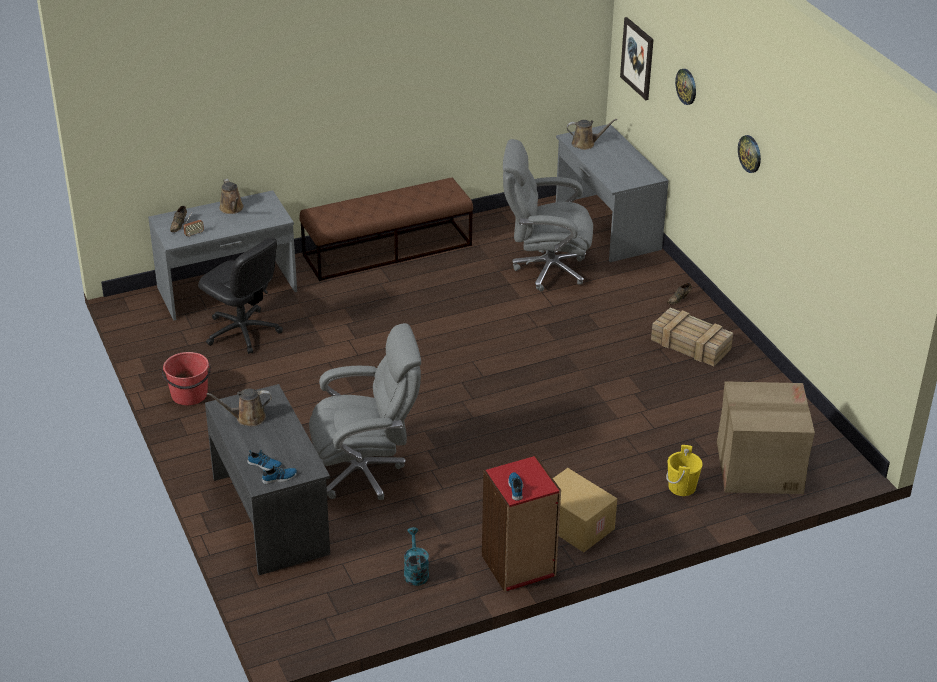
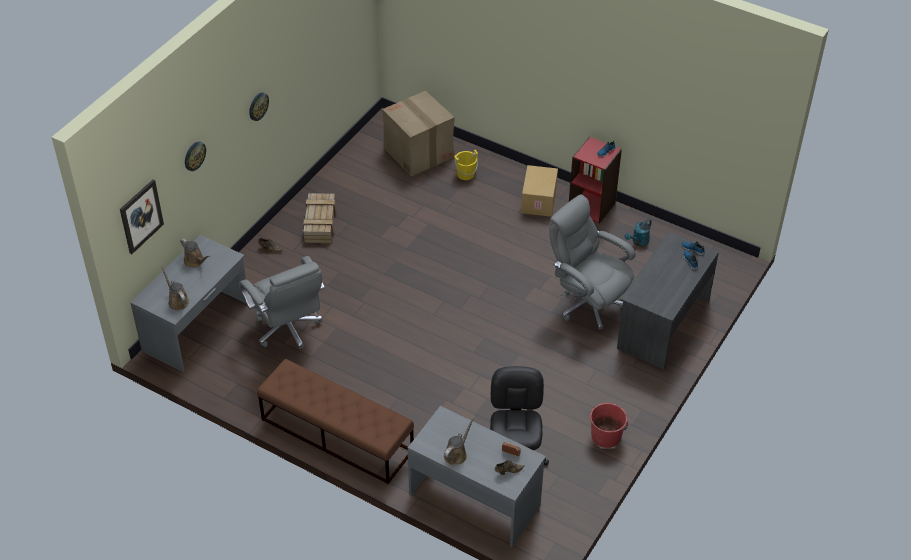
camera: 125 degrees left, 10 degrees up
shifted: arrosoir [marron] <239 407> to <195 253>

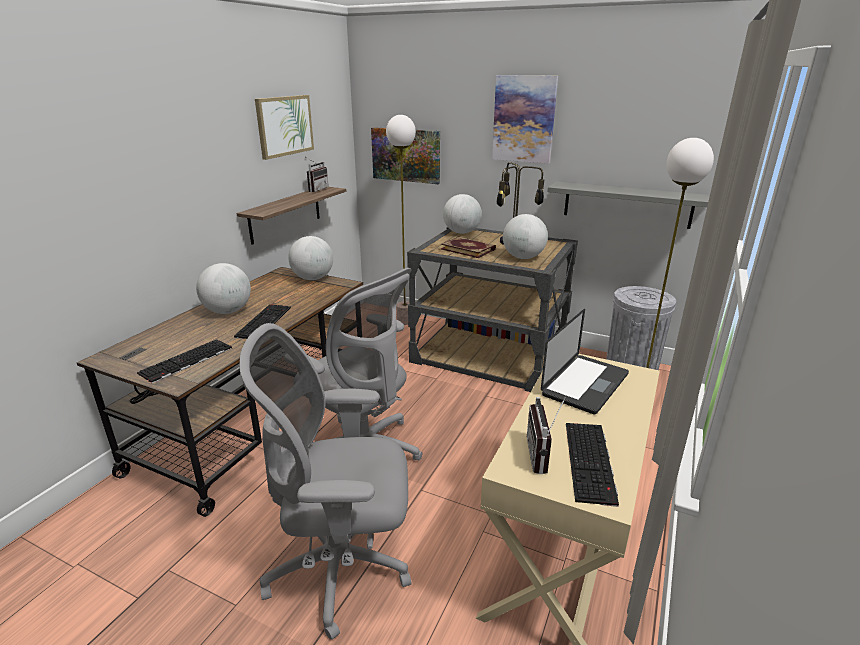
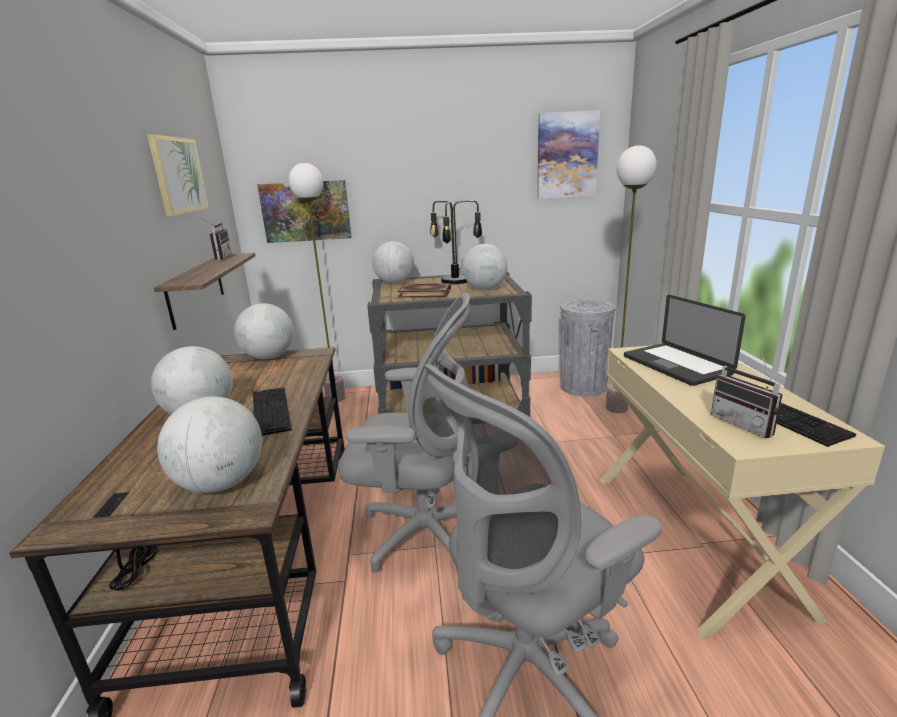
camera: 30 degrees left, 5 degrees down
gone: étagère [gris] <629 205>
shifted: tableau <525 119> to <568 154>
swapped: clavier <184 361> to globe <209 445>
rotated: ordinateur portable <585 361> = <685 340> 150 degrees clockwise

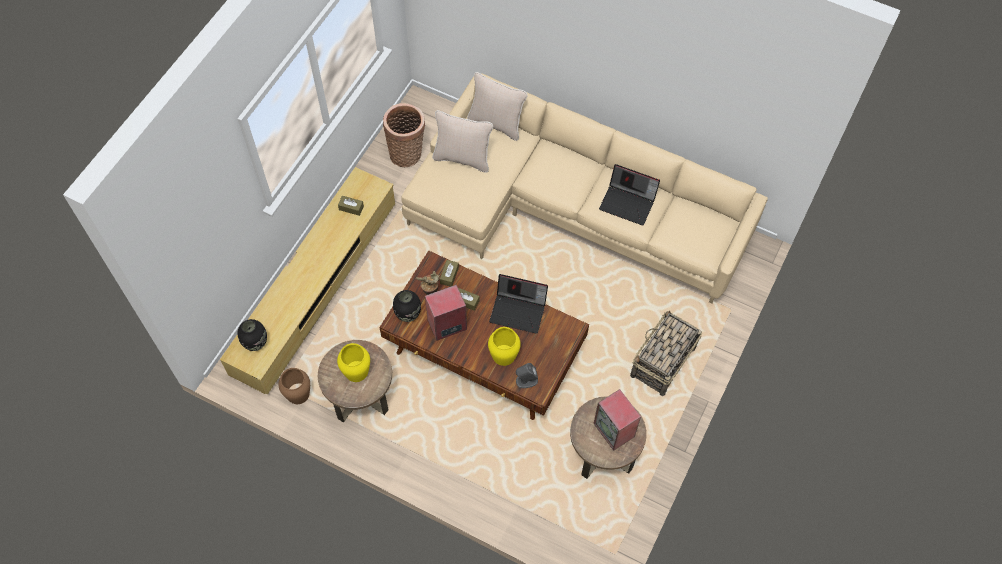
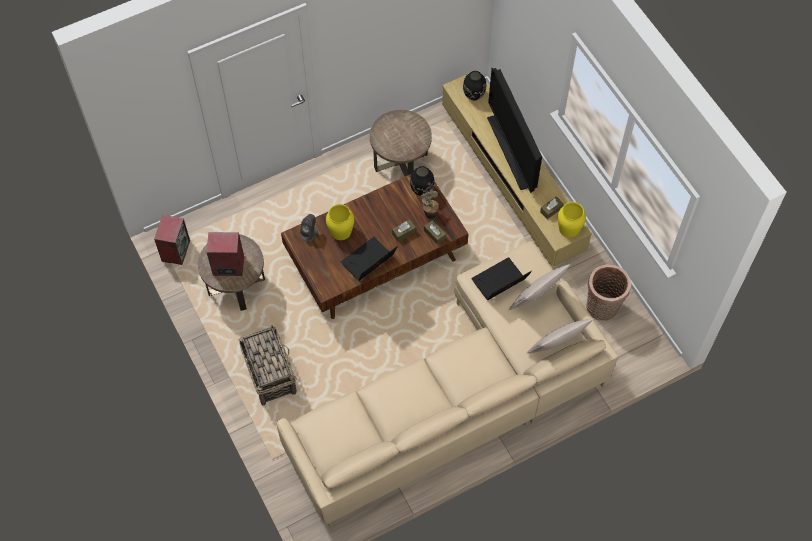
camera: 125 degrees right, 0 degrees up
gone: vase [marron] <294 386>
new: téléviseur <514 130>
shifted: vase [jaune] <353 362> to <572 220>; enceinte <446 313> to <172 240>; ordinateur portable <629 194> to <501 278>

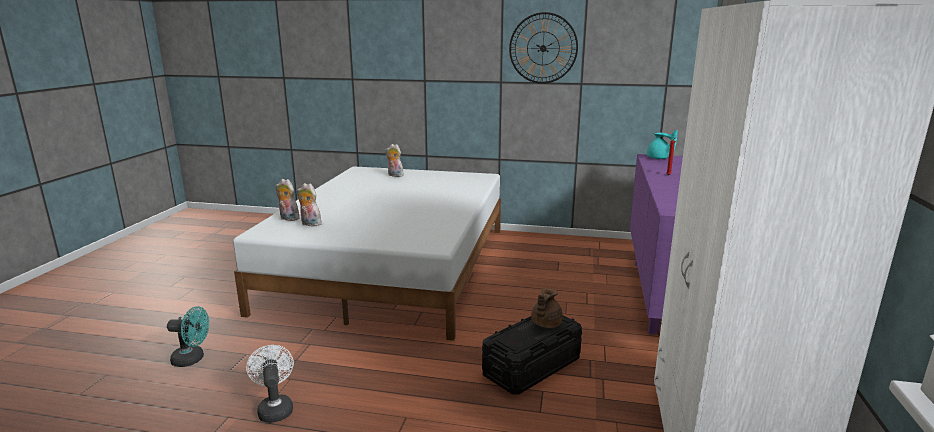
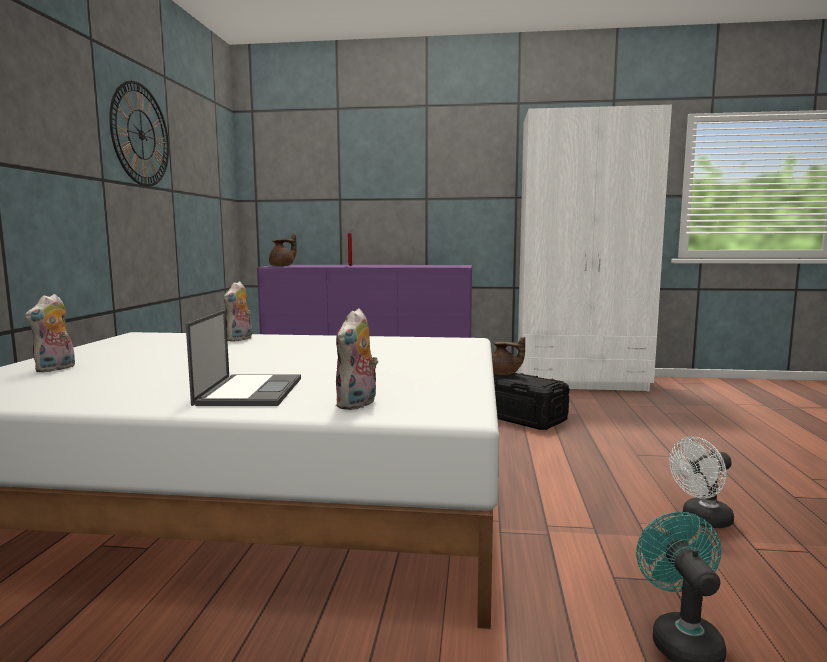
camera: 95 degrees left, 10 degrees down
new: ordinateur portable <243 358>
shifted: peluche <309 204> to <238 311>
repainted: théière [turquoise] <662 144> to théière [marron] <283 250>

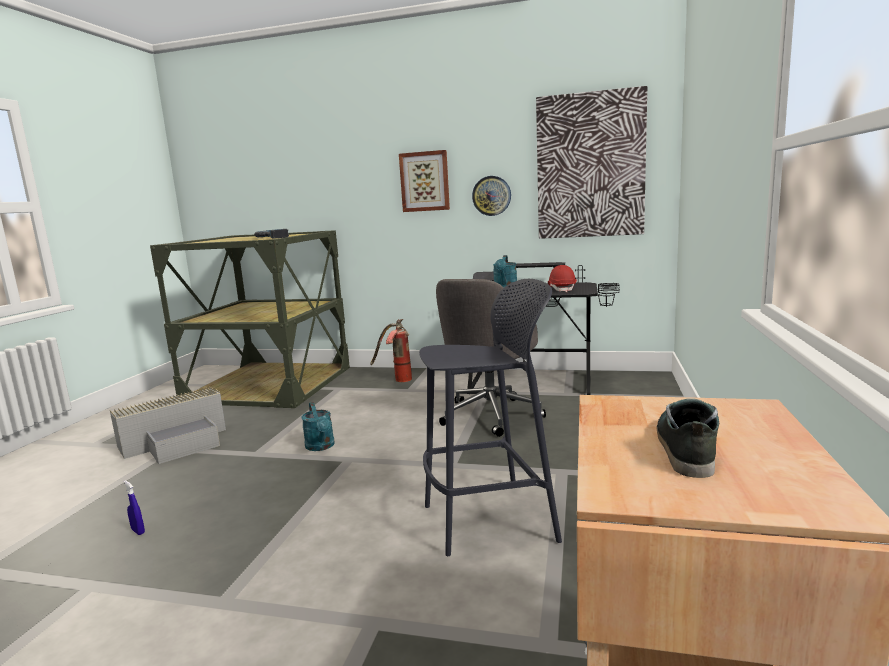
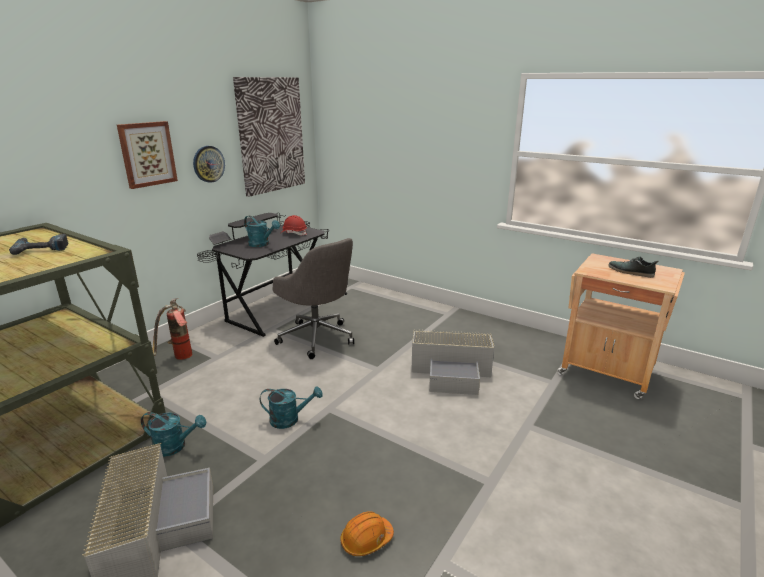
camera: 70 degrees left, 10 degrees up
new: arrosoir [turquoise] <173 434>
swapped: vaporisateur [bleu] <134 507> to casque de chantier [orange] <367 533>; tabouret [gris] <490 417> to boîte de rangement [gris] <452 362>

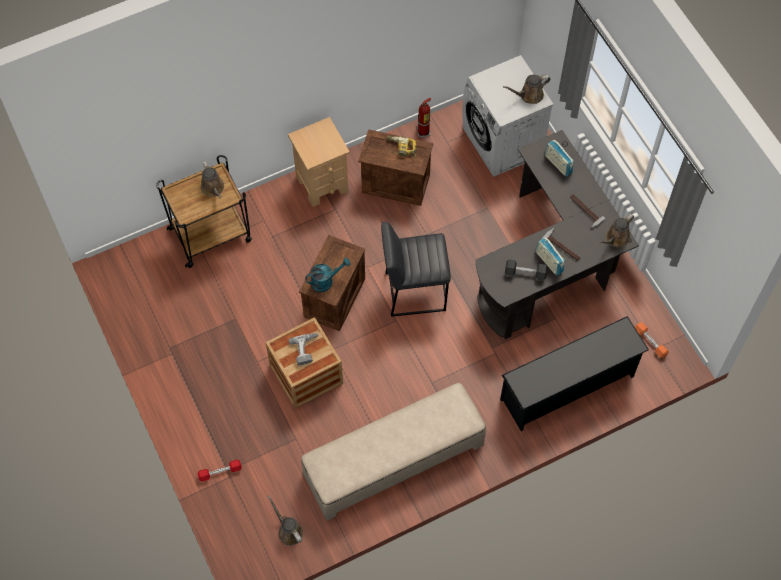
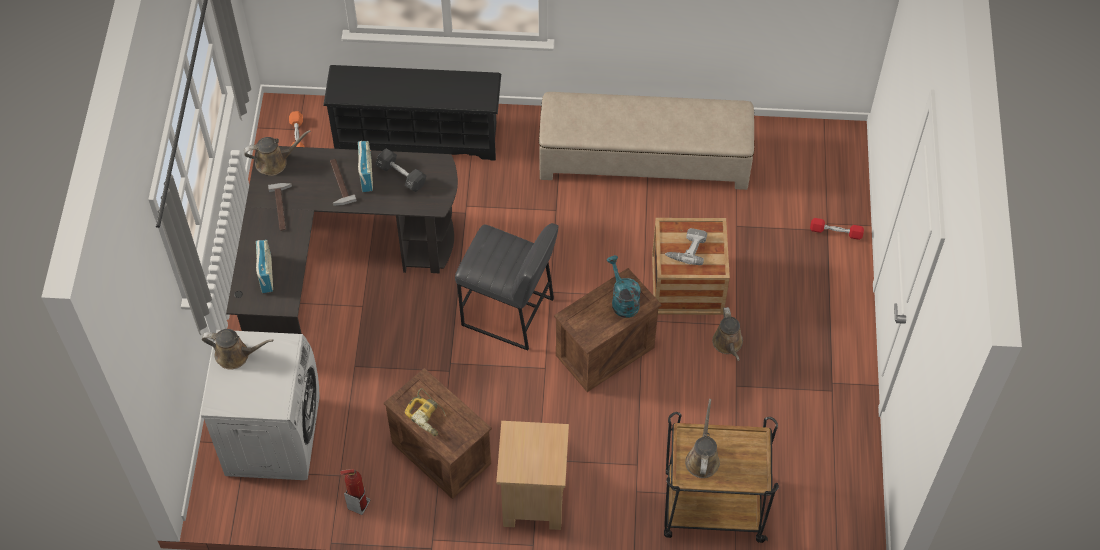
camera: 150 degrees left, 5 degrees down
shifted: arrosoir [marron] <285 520> to <727 334>
rotated: arrosoir [turquoise] <328 275> = <624 286> 60 degrees clockwise

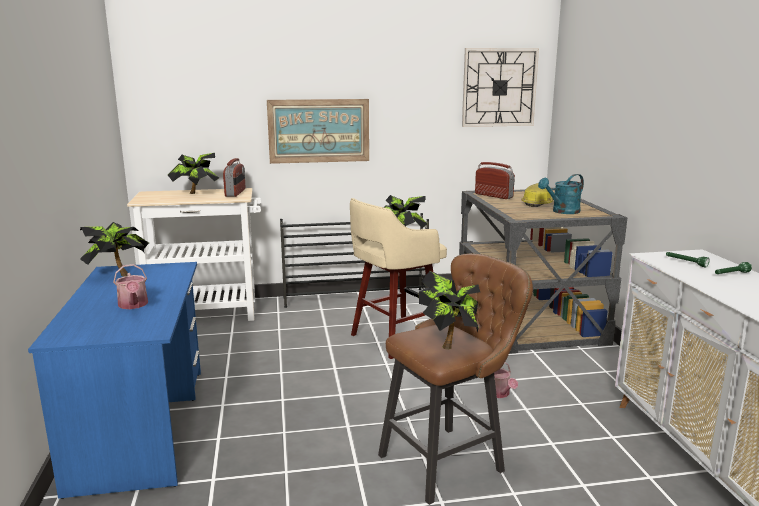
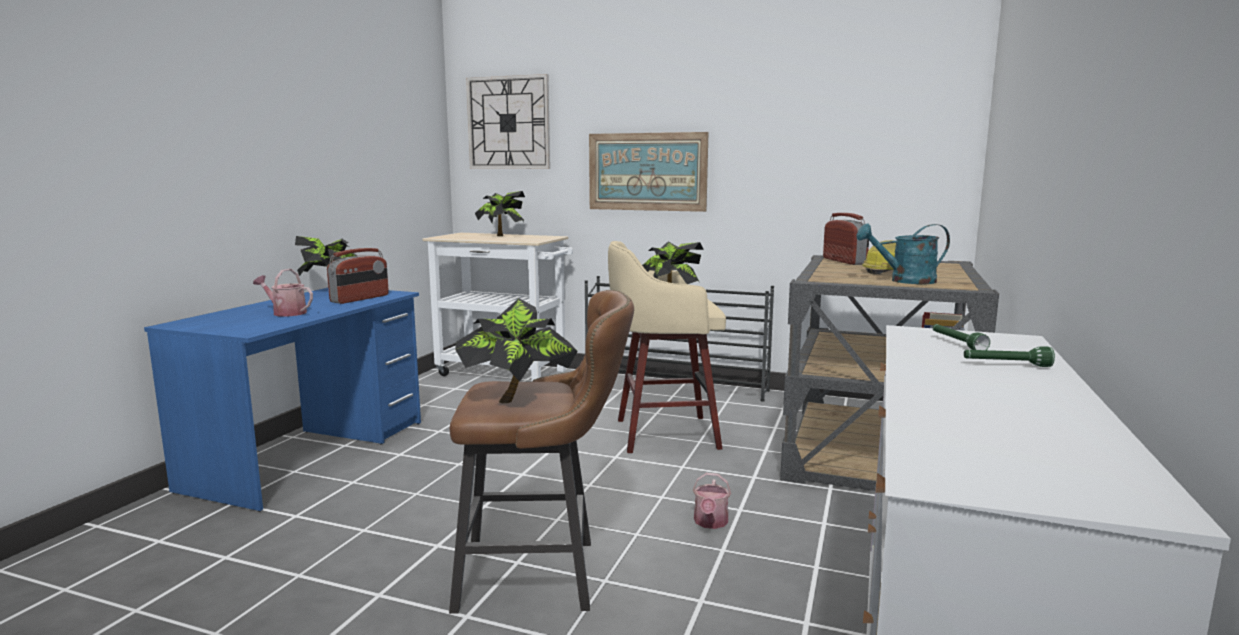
camera: 30 degrees right, 5 degrees down
shifted: radio <234 177> to <358 276>; horloge murale <500 87> to <508 121>
rotated: arrosoir <130 286> = <283 293> 105 degrees clockwise

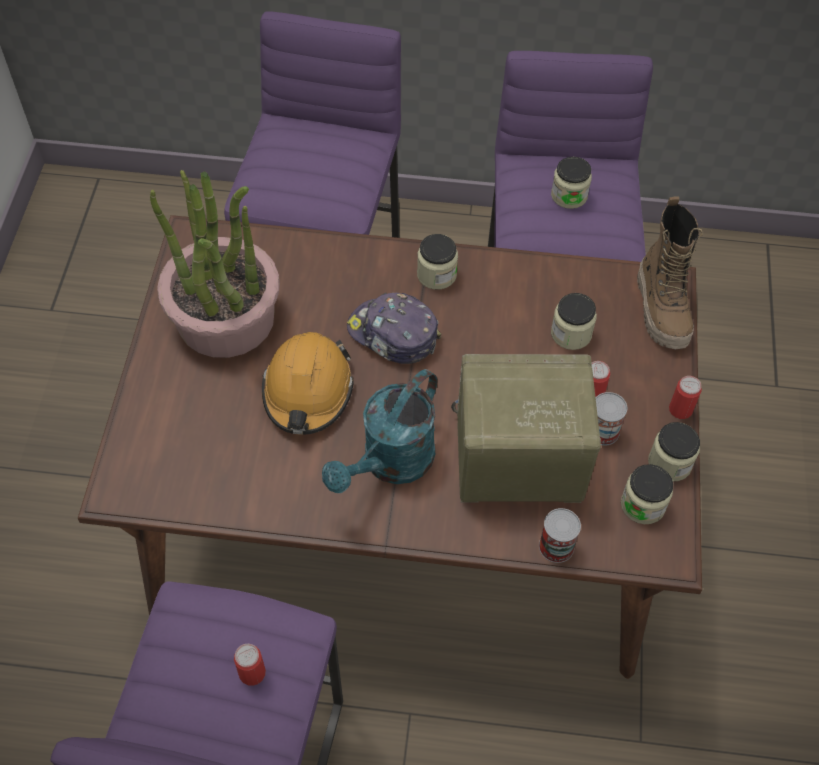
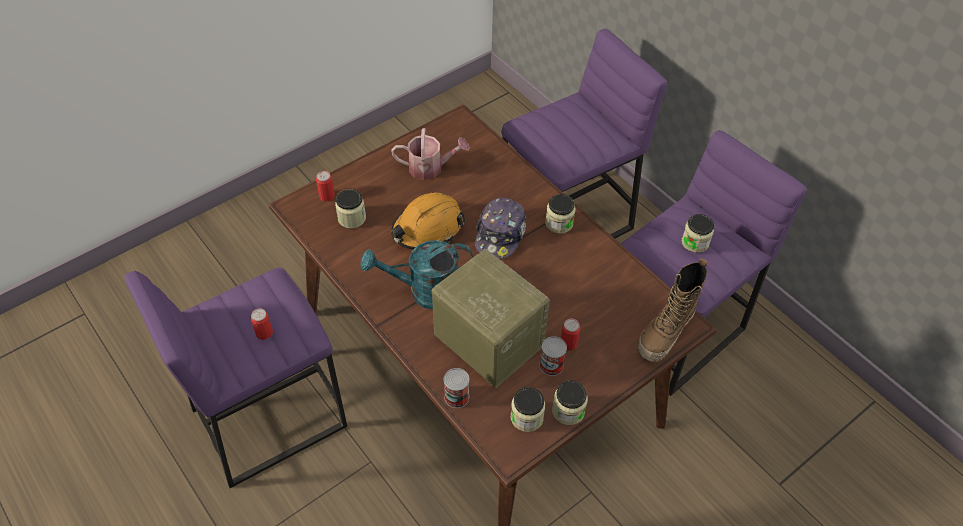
camera: 45 degrees right, 5 degrees down
shifted: bocal <574 321> to <350 208>; boîte métallique <685 397> to <325 186>
swapped: plante en pot <215 264> to arrosoir <430 154>
rotated: casquette <394 328> = <501 229> 150 degrees counterclockwise

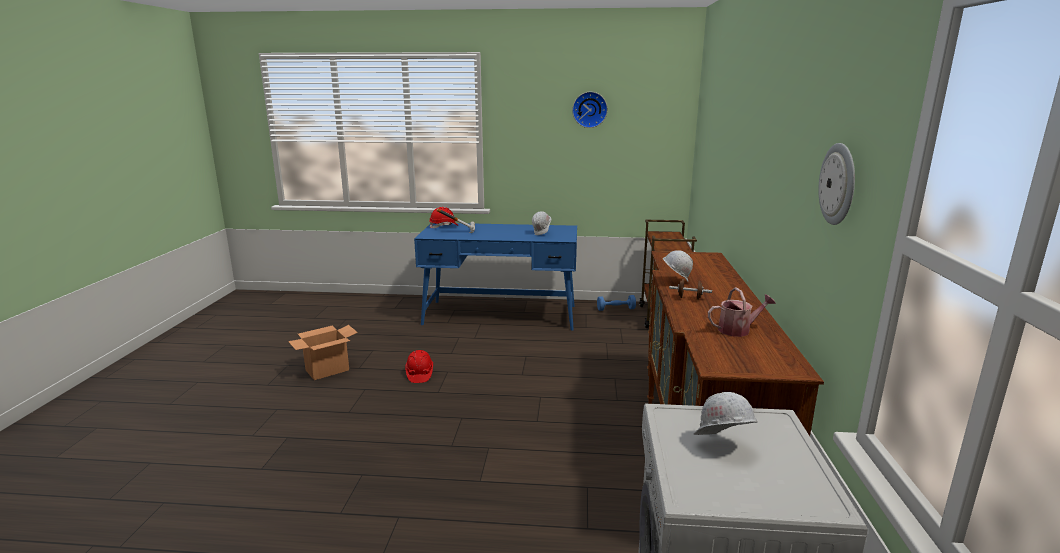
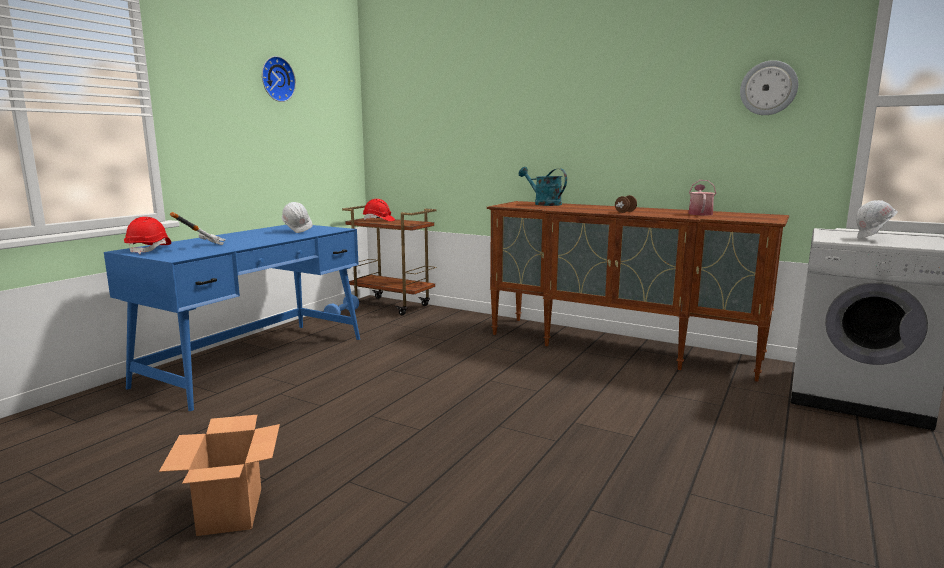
camera: 65 degrees left, 5 degrees down
gone: casque de chantier [blanc] <678 265>
new: arrosoir [turquoise] <543 186>
shifted: casque de chantier [rouge] <419 366> to <379 210>

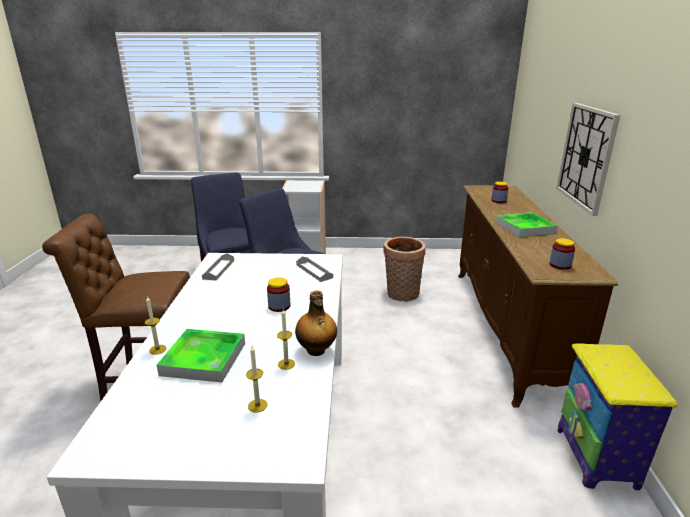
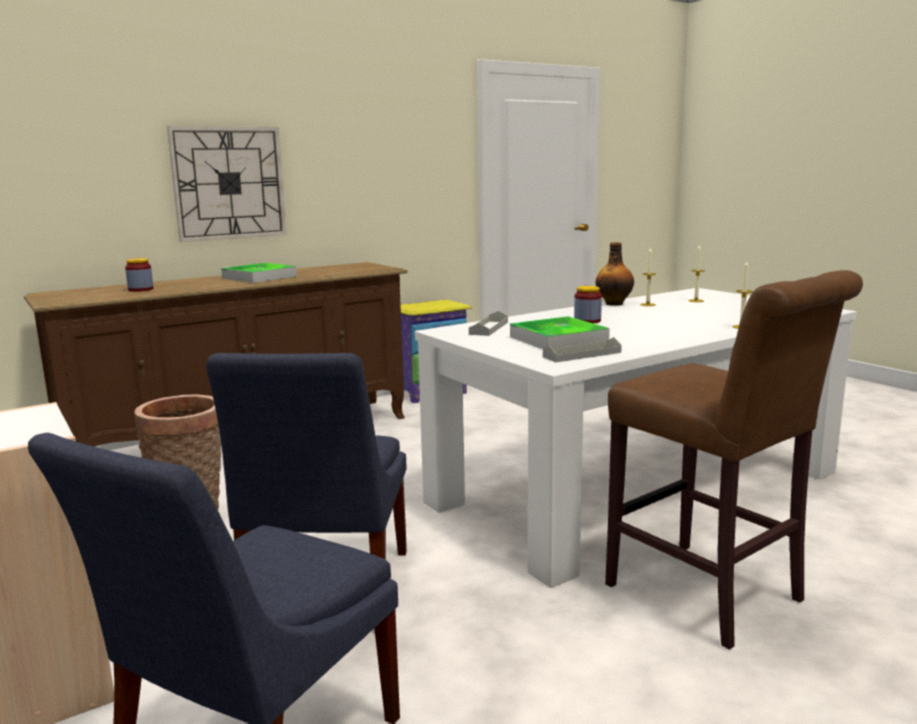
camera: 125 degrees left, 10 degrees down
gone: bocal <562 254>
shifted: plateau <201 356> to <560 332>

